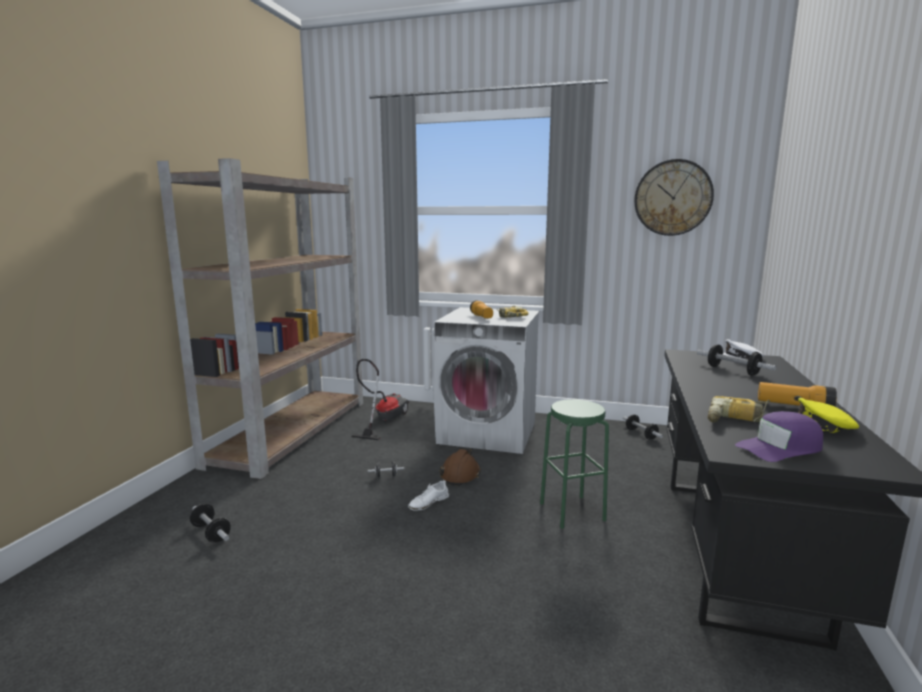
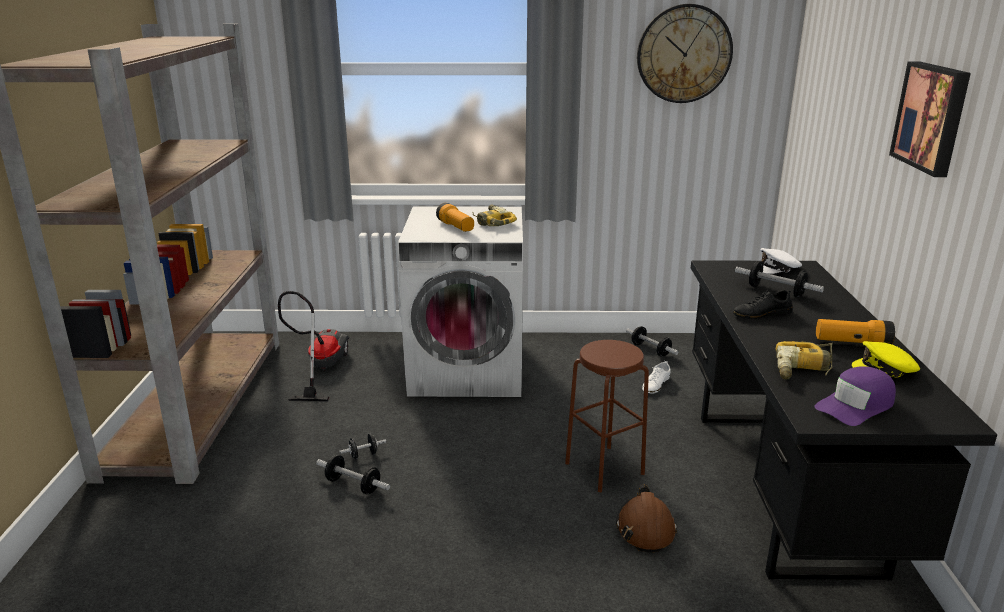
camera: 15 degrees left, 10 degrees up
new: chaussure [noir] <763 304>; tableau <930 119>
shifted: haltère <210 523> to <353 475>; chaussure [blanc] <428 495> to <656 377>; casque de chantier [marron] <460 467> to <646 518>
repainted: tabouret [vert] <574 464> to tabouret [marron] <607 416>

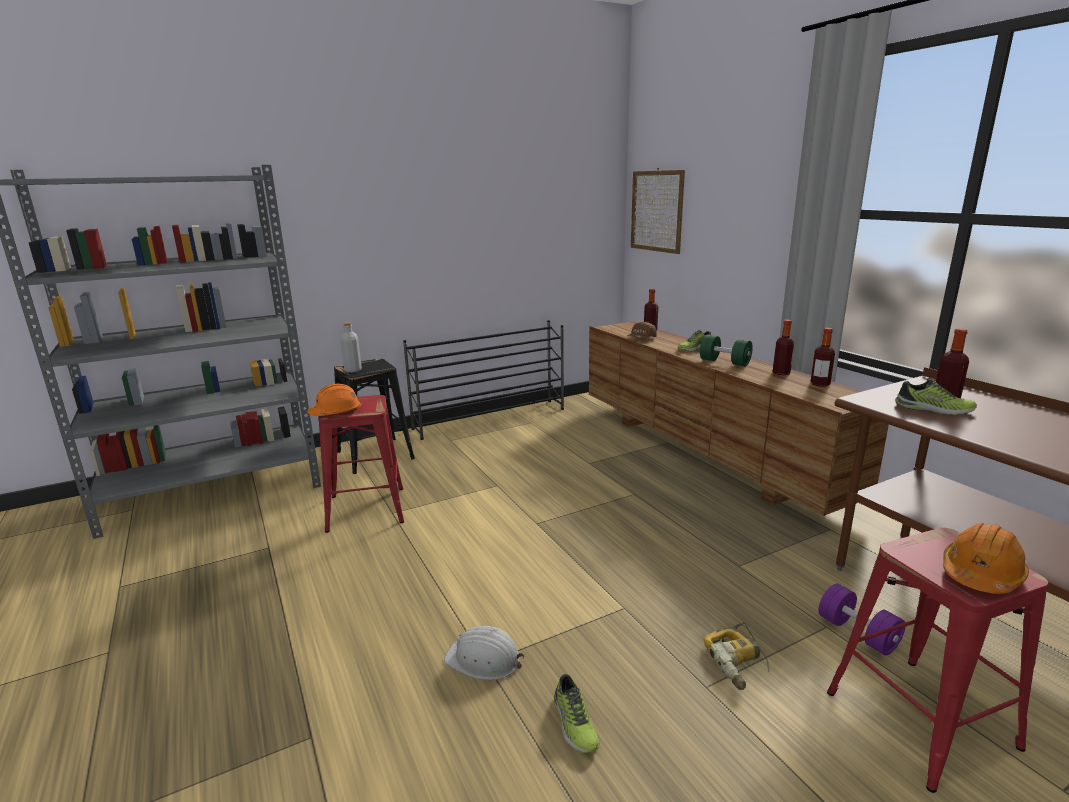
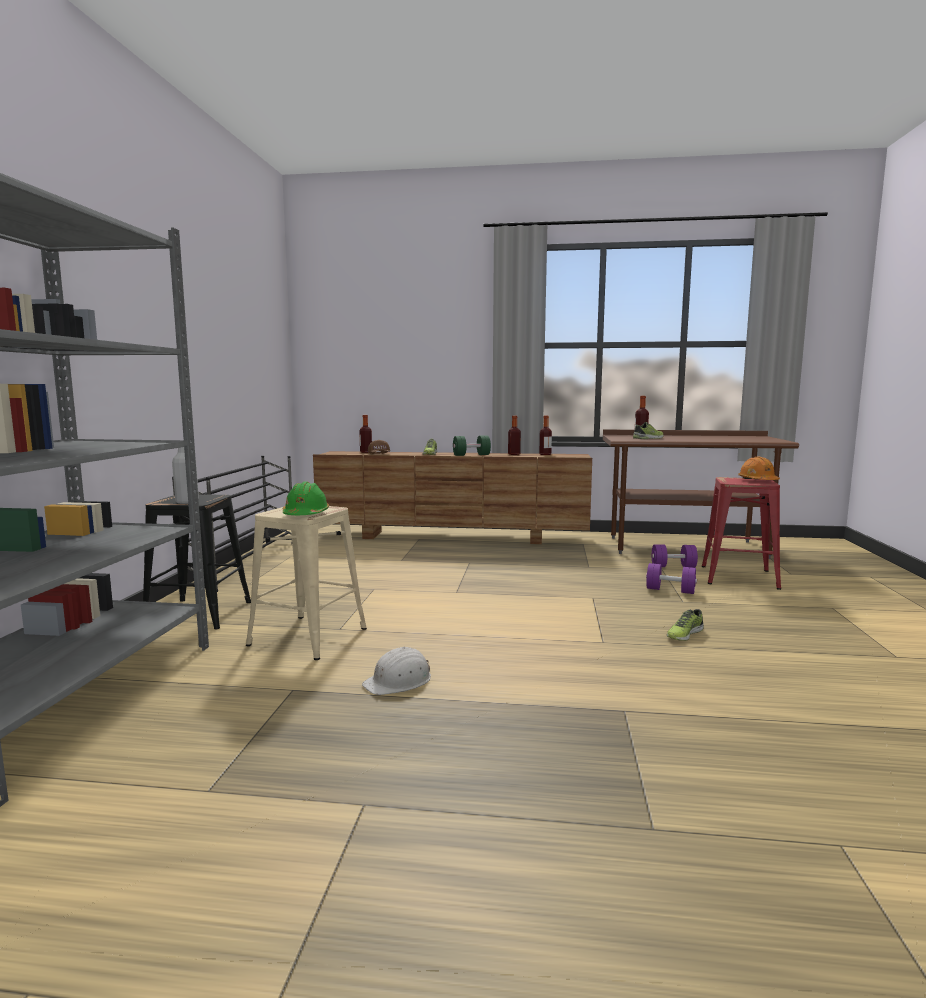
camera: 55 degrees left, 10 degrees down
gone: tableau <658 211>
shifted: casque de chantier [blanc] <484 653> to <396 671>
swapped: perceuse <736 656> to haltère [violet] <671 578>
repainted: casque de chantier [orange] <334 400> to casque de chantier [vert] <306 498>; tabouret [rouge] <361 464> to tabouret [beige] <306 583>
rotated: chaussure <577 713> = <685 625> 120 degrees clockwise

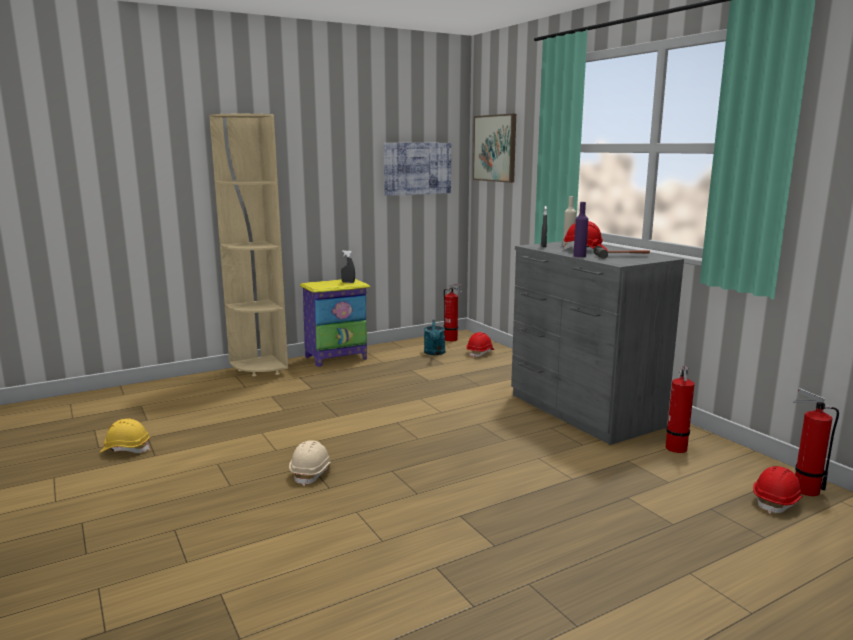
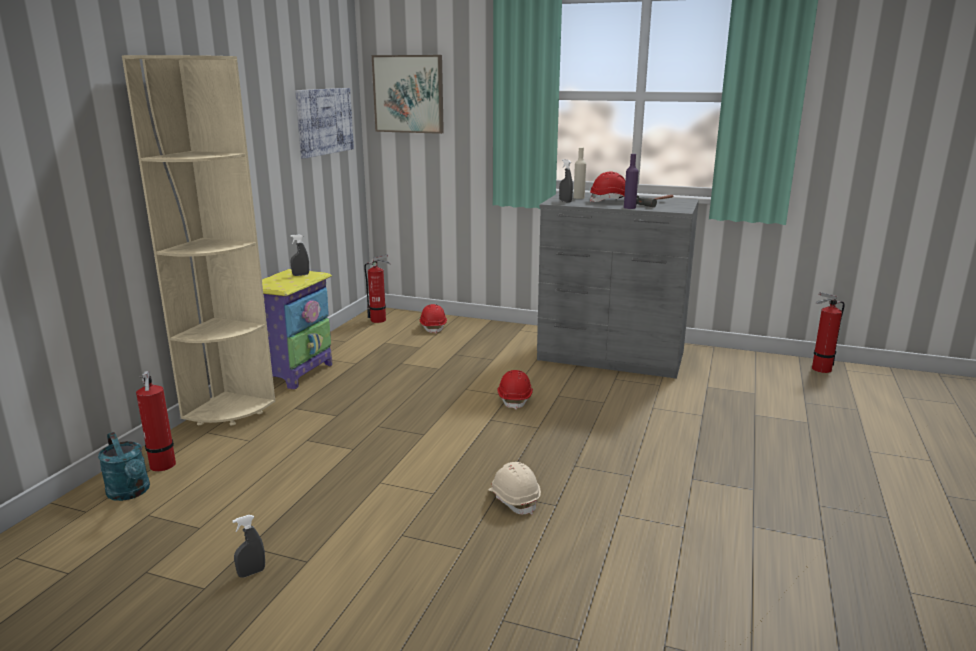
camera: 40 degrees left, 5 degrees up
shifted: arrosoir [turquoise] <434 337> to <124 466>; extincteur <680 409> to <156 421>; casque de chantier [rouge] <778 490> to <515 390>
swapped: casque de chantier [jaune] <125 436> to vaporisateur [gris] <248 546>

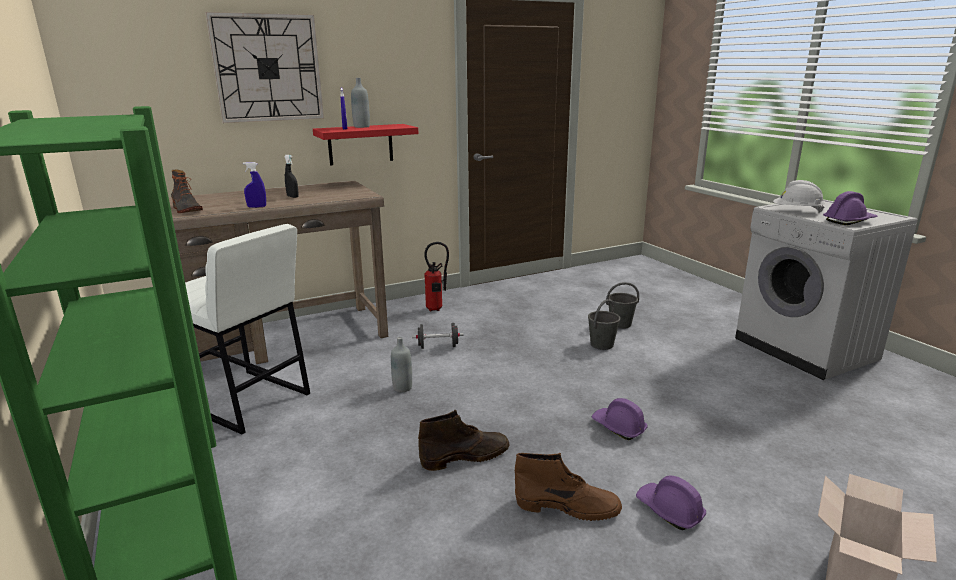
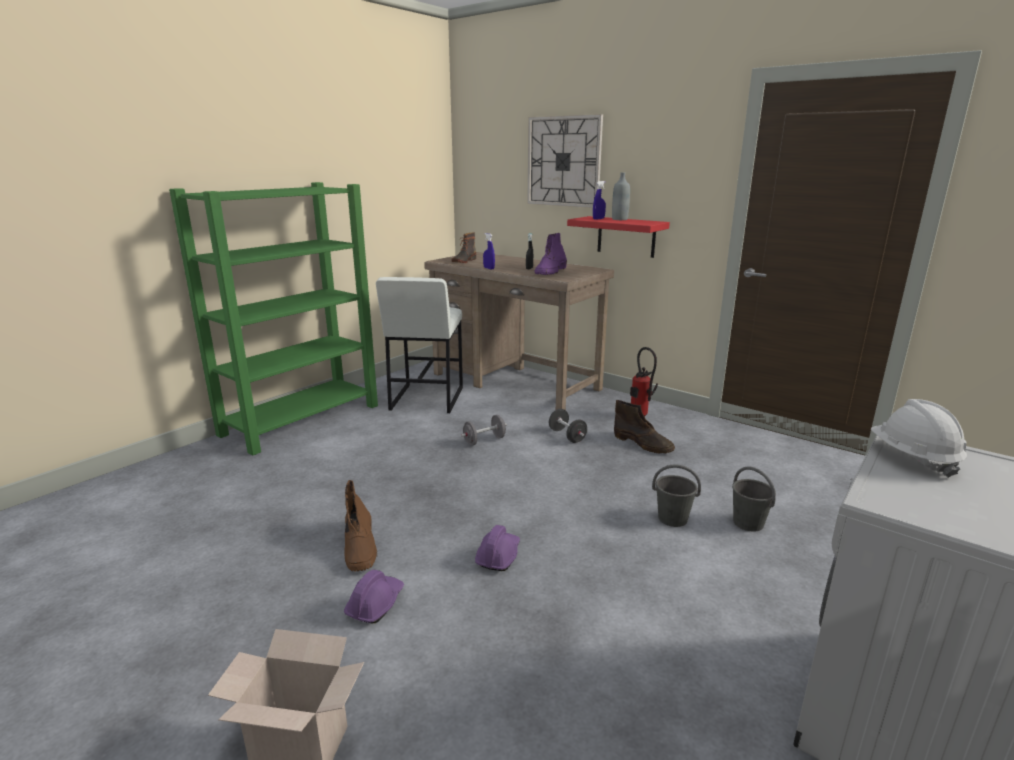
camera: 65 degrees right, 0 degrees up
gone: casque de chantier [violet] <850 208>
new: botte [violet] <550 254>
shifted: botte [marron] <463 440> to <644 427>
swapped: bouteille [gris] <401 364> to haltère [gris] <484 430>

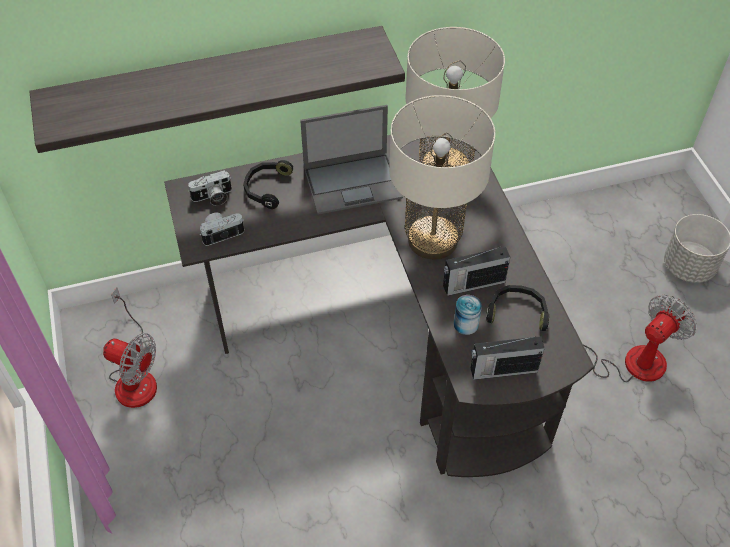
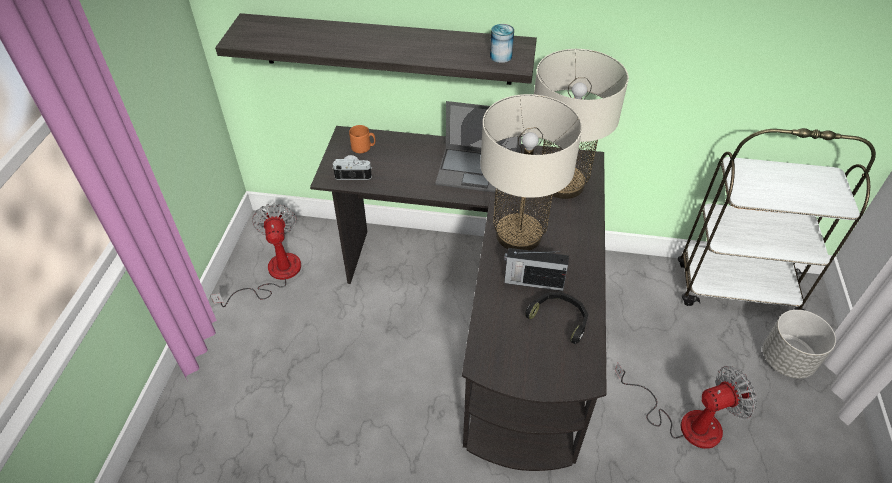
camera: 25 degrees right, 5 degrees down
gone: casque audio [noir] <268 184>; radio <508 358>
new: chariot [blanc] <777 219>
shifted: boîte métallique <468 315> to <502 43>
swapped: appareil photo <210 188> to mug [orange] <362 139>
rotated: ventilateur <130 347> = <255 255> 150 degrees counterclockwise

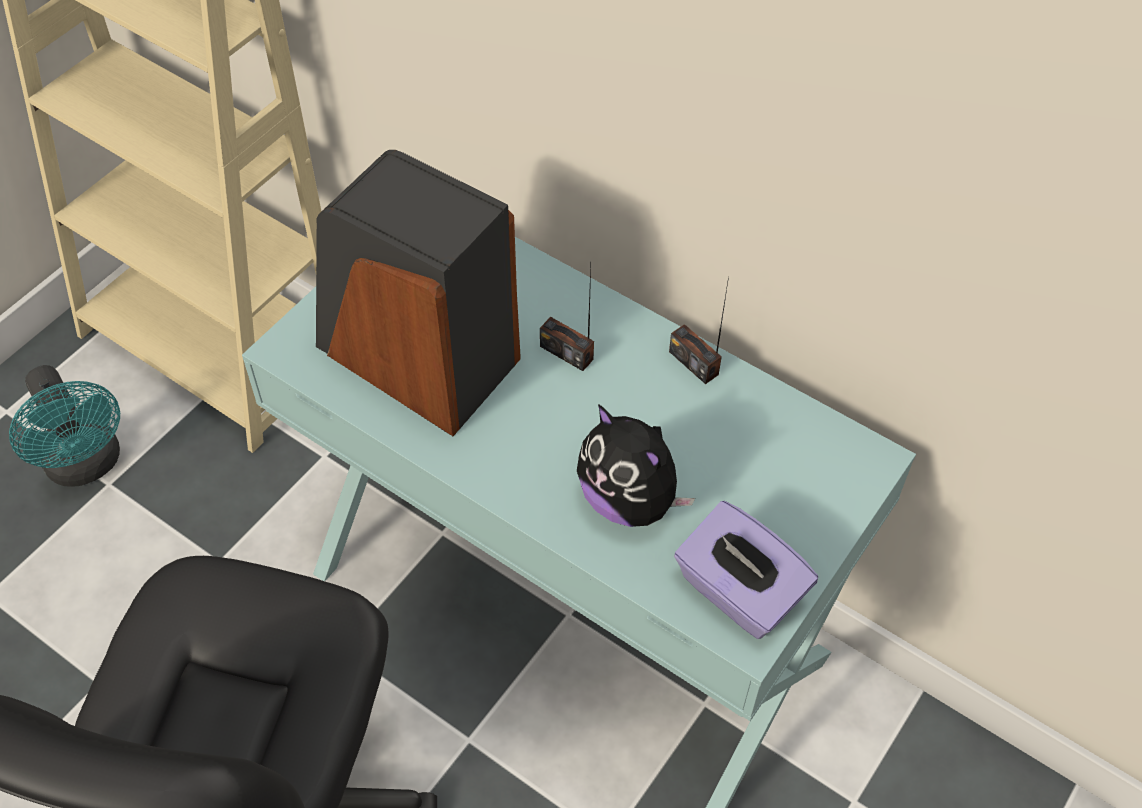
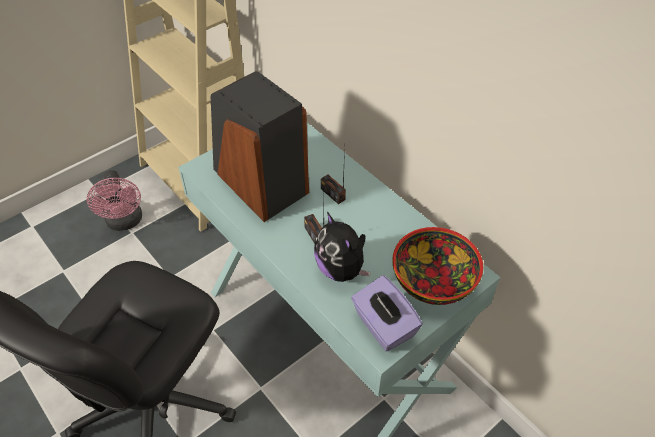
camera: 15 degrees right, 5 degrees down
new: bol <437 266>
shifted: radio <699 330> to <314 216>
repainted: ventilateur [turquoise] <64 426> to ventilateur [rose] <114 200>

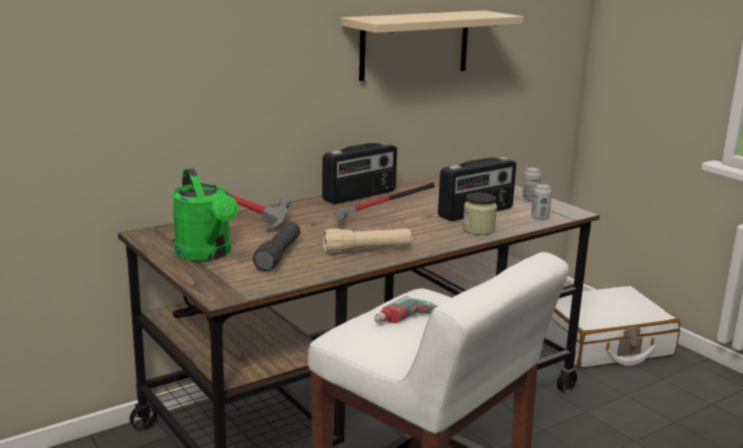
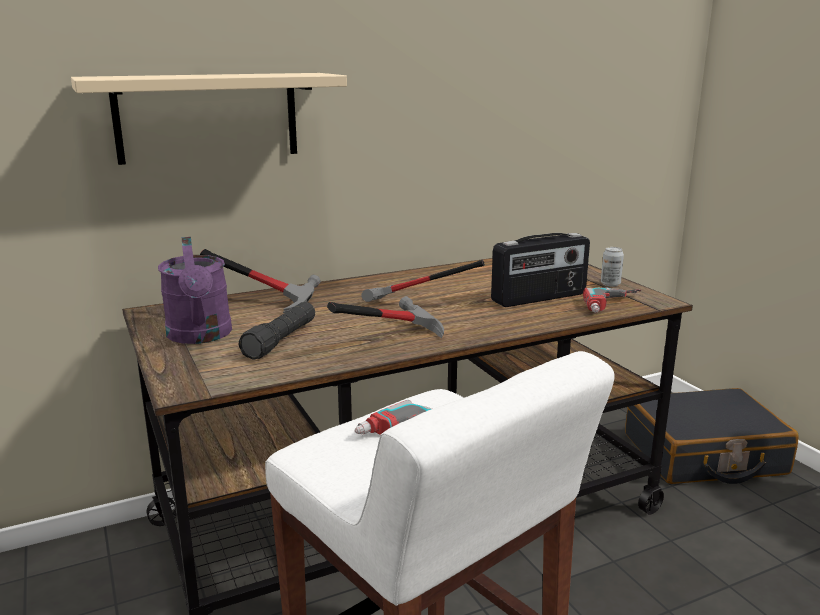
camera: 10 degrees right, 0 degrees up
gone: radio <359 173>; bocal <480 214>
shifted: étagère [beige] <431 46> to <209 119>
swapped: lampe de poche [beige] <366 240> to marteau <385 317>; boîte métallique <541 202> to perceuse <612 300>
repainted: arrosoir [vert] <205 214> to arrosoir [violet] <195 290>; valise [blanc] <613 327> to valise [noir] <712 436>

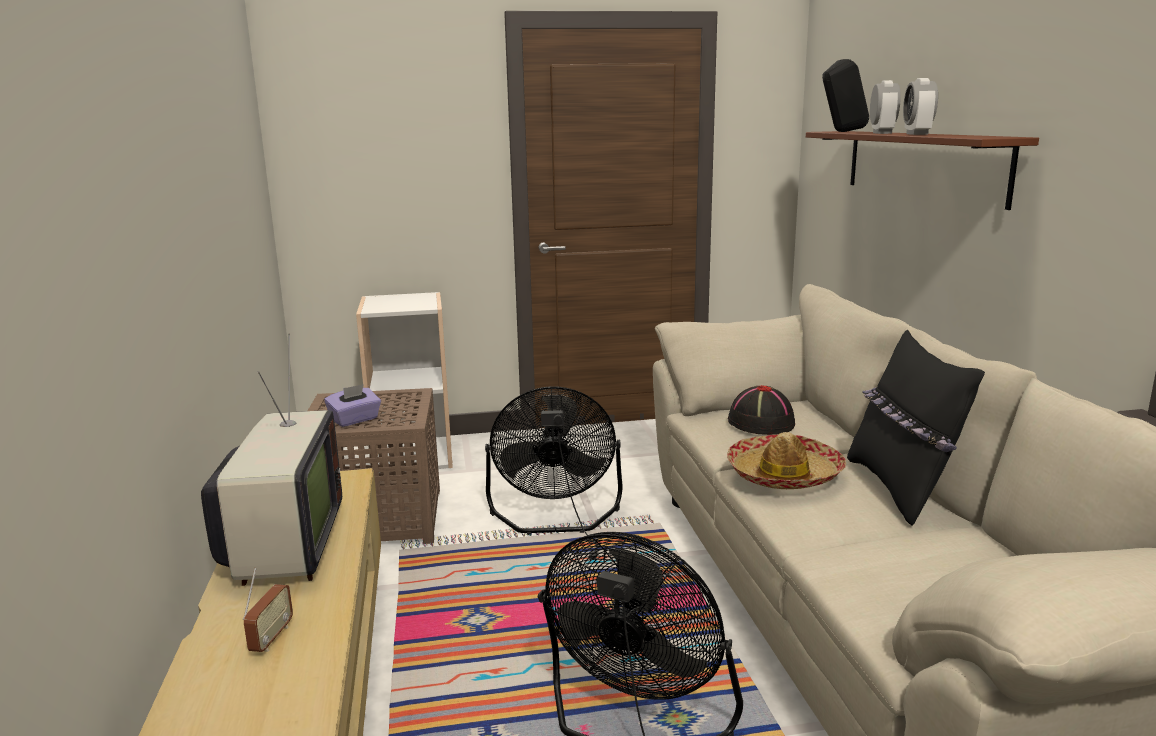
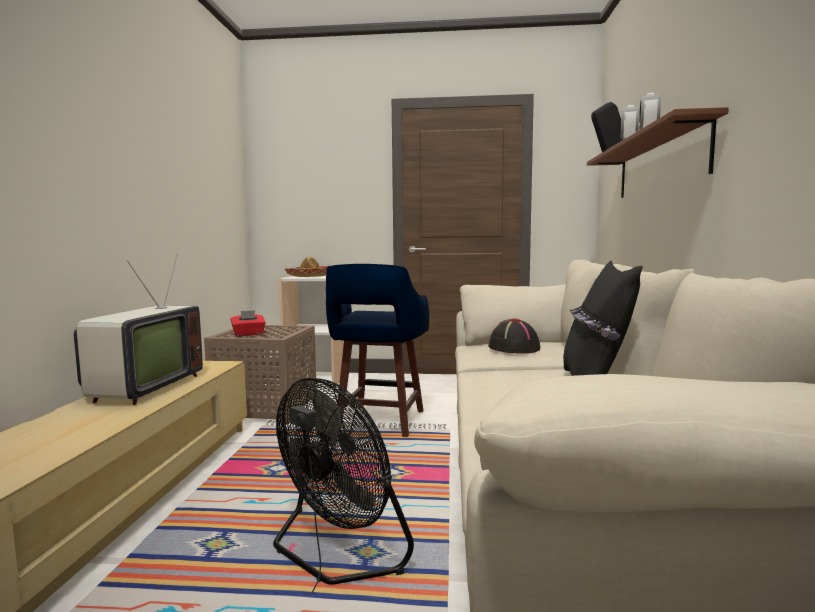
camera: 15 degrees right, 10 degrees down
gone: radio <268 610>
shifted: chapeau <786 460> to <307 267>
swapped: ventilateur [noir] <554 472> to tabouret [bleu] <377 350>
repainted: boîte à mouchoirs [violet] <352 405> to boîte à mouchoirs [rouge] <248 323>

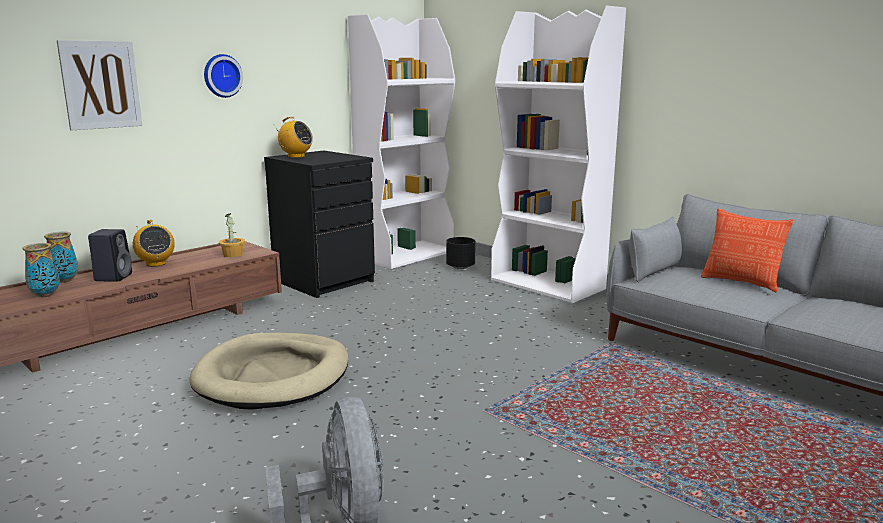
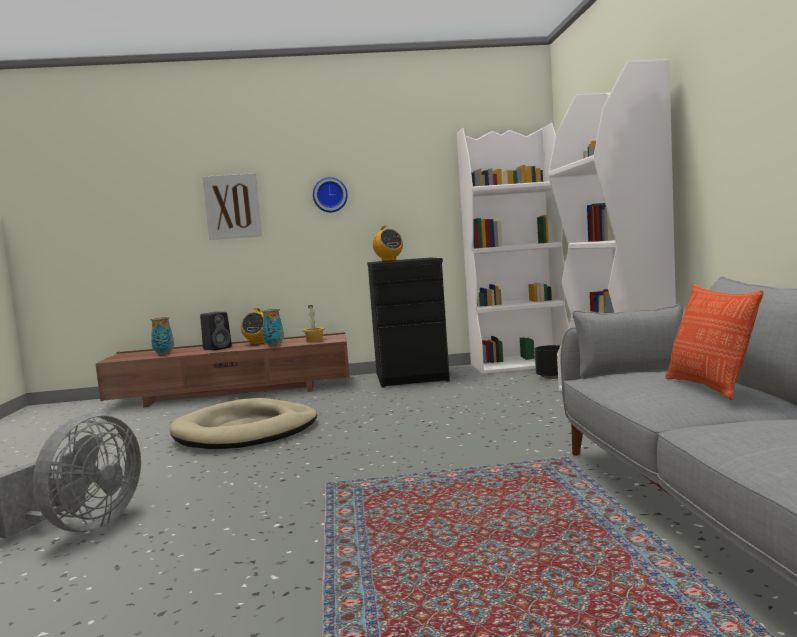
camera: 40 degrees right, 10 degrees down
shifted: vase <61 257> to <273 327>

